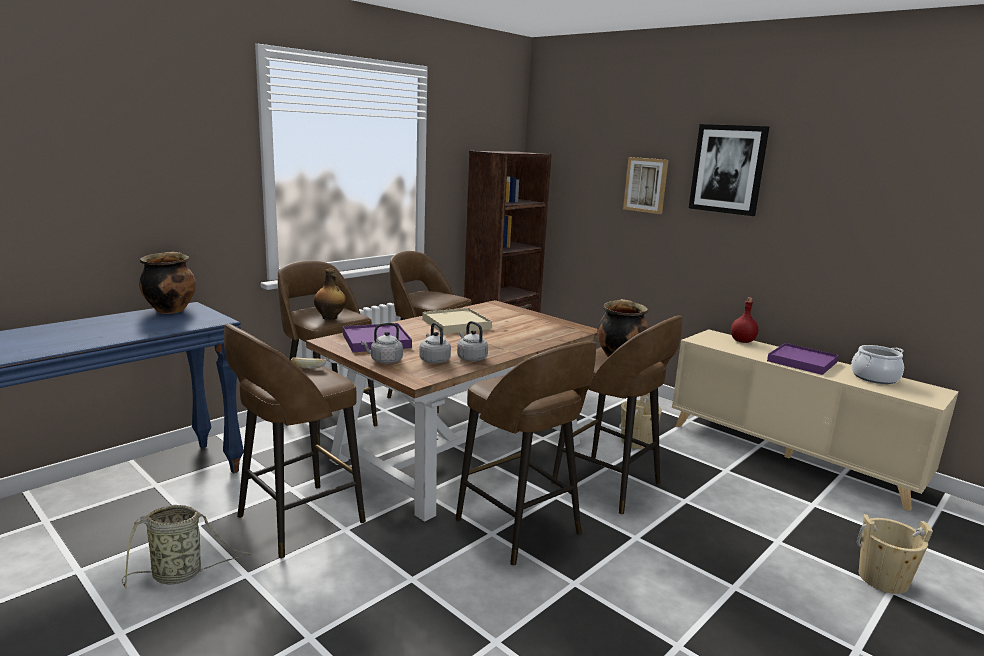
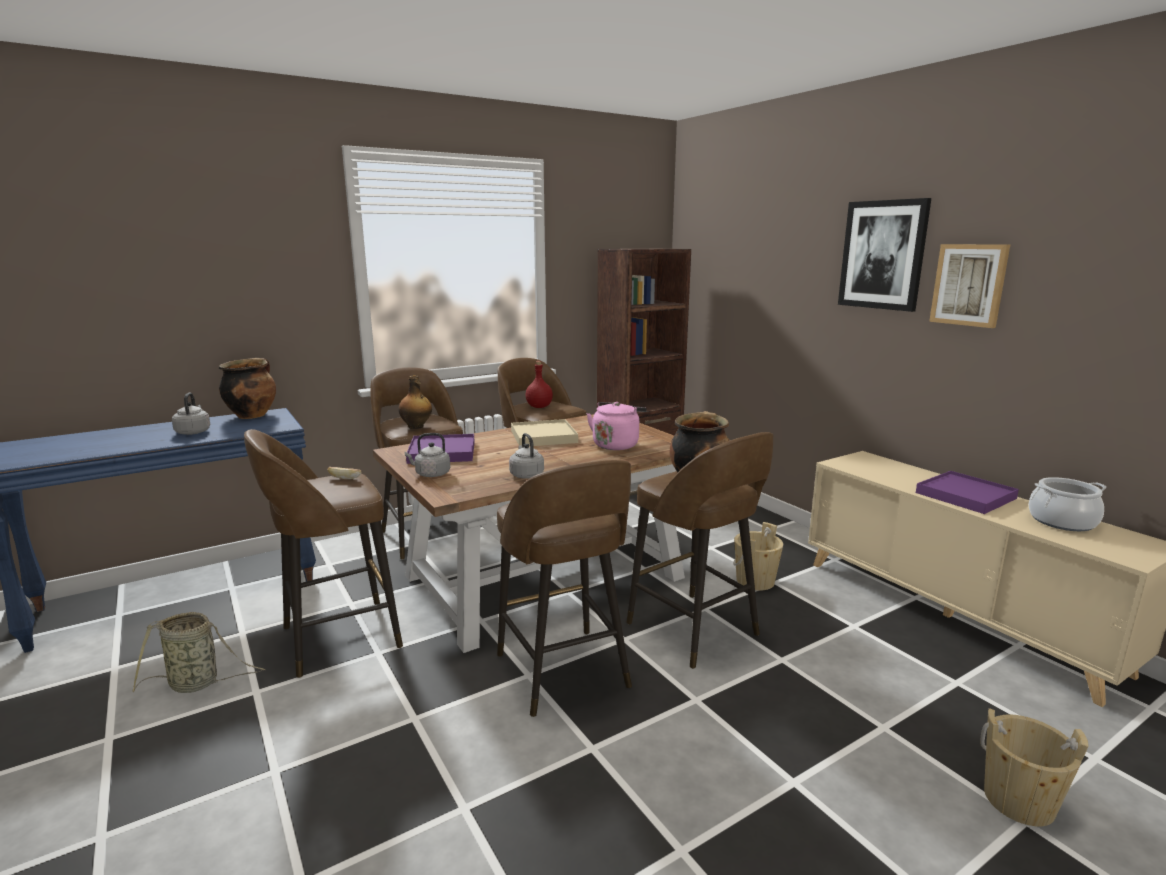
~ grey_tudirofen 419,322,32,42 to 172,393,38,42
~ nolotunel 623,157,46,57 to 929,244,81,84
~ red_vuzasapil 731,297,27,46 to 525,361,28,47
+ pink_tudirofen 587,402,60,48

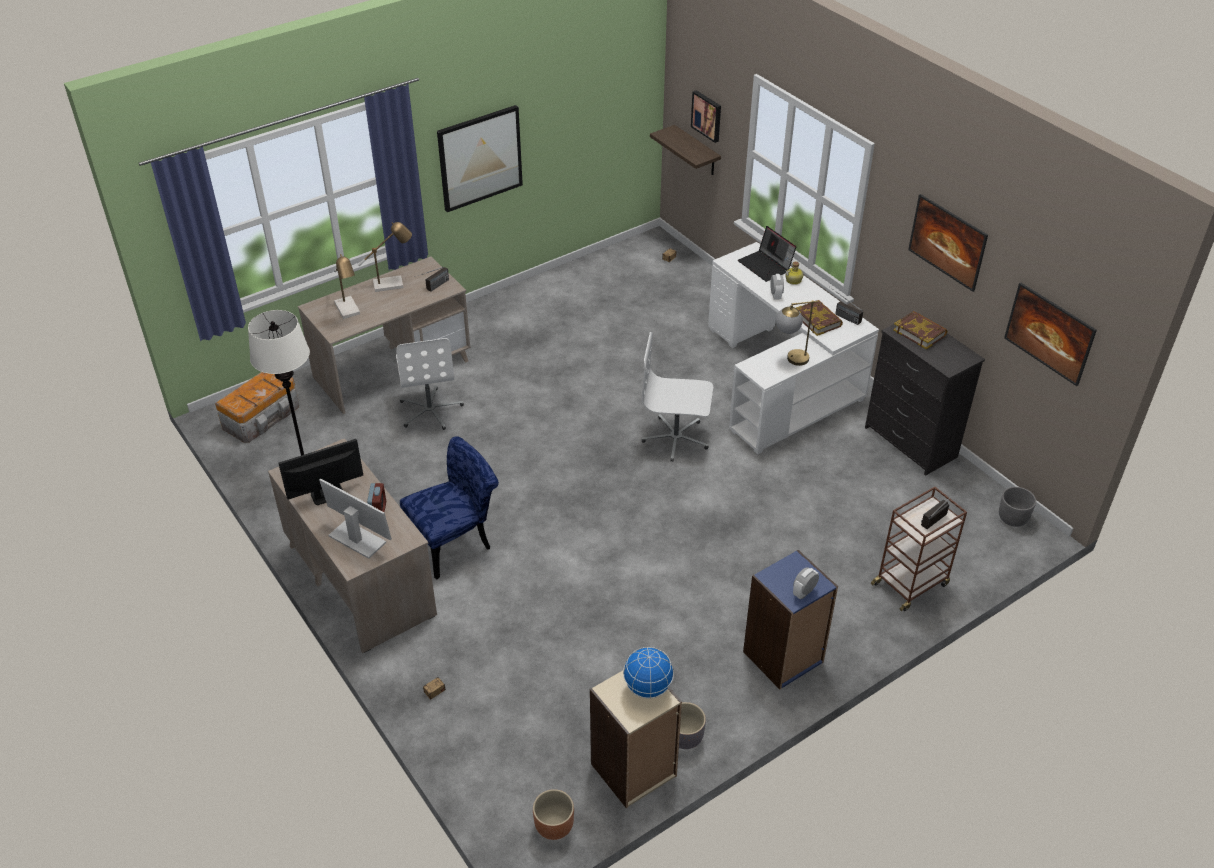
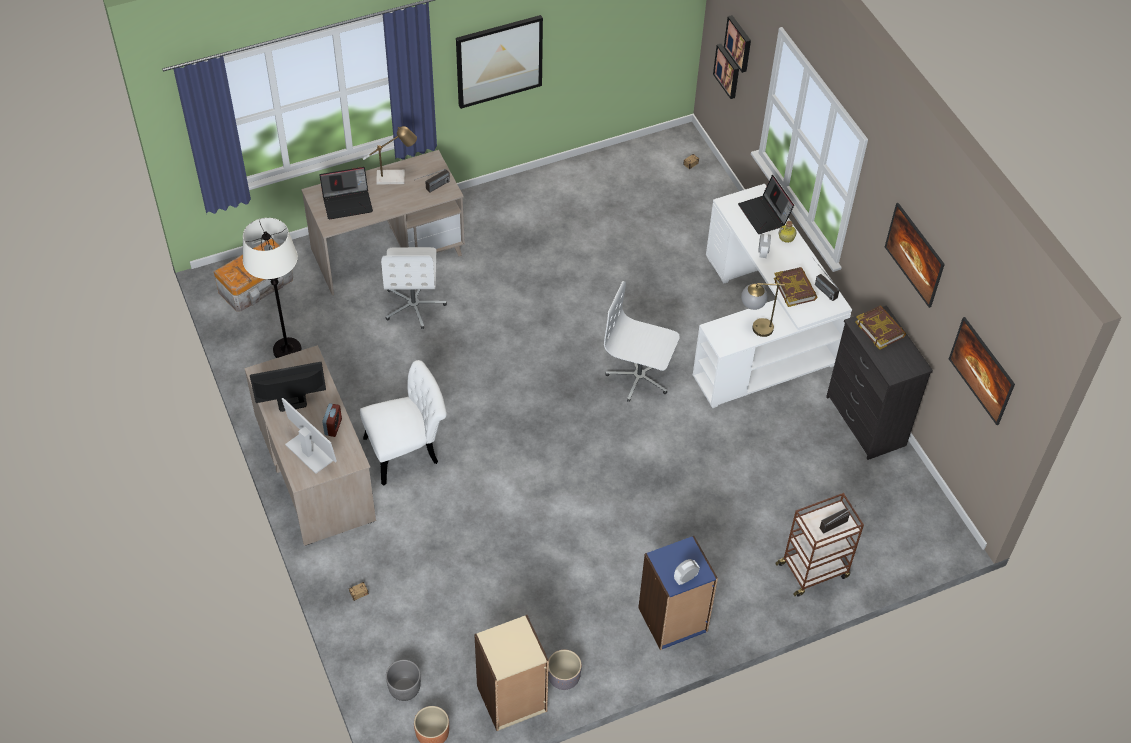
~ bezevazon 334,254,26,65 to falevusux 319,167,54,53
~ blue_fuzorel 400,436,99,144 to white_fuzorel 360,360,87,126
- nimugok 623,647,51,52
~ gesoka 650,125,71,50 to nolotunel 713,44,26,55
~ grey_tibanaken 999,487,37,40 to 386,660,35,41

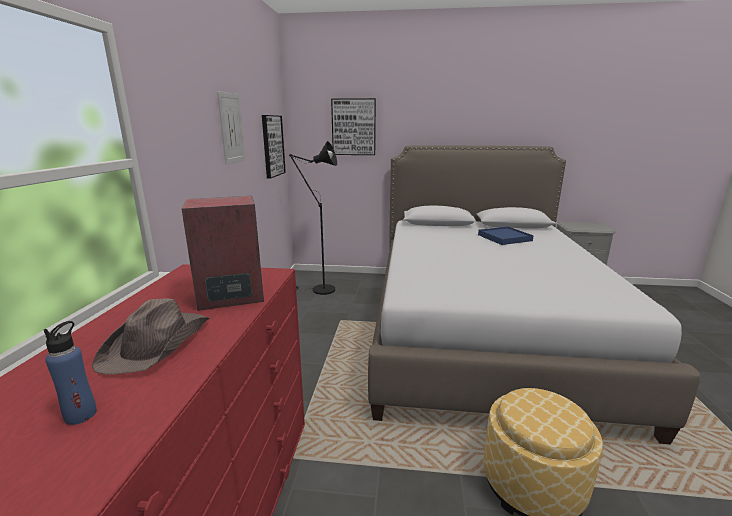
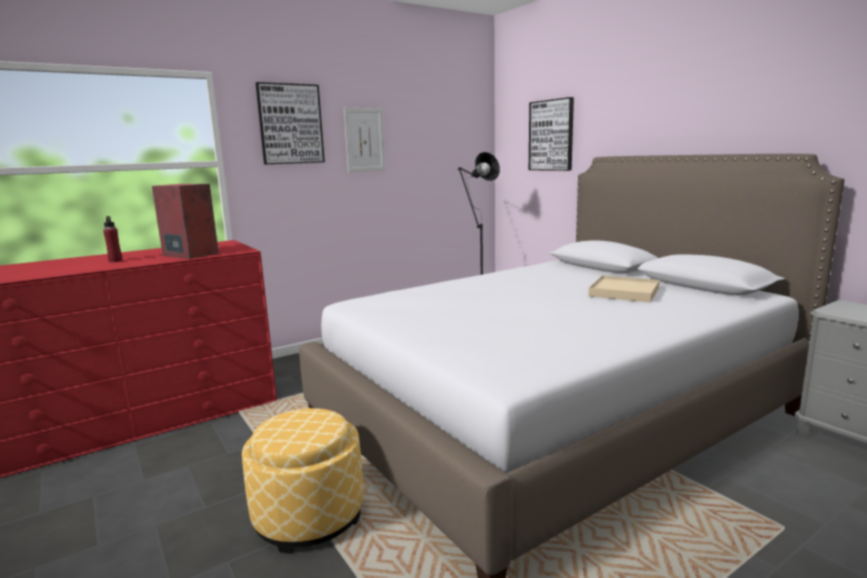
- blue_vuzasapil 44,321,53,104
~ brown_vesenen 92,299,117,76 to red_vuzasapil 103,216,19,46
~ nolotunel 262,115,24,64 to 256,82,69,82
~ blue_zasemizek 478,227,56,18 to beige_zasemizek 588,276,71,27

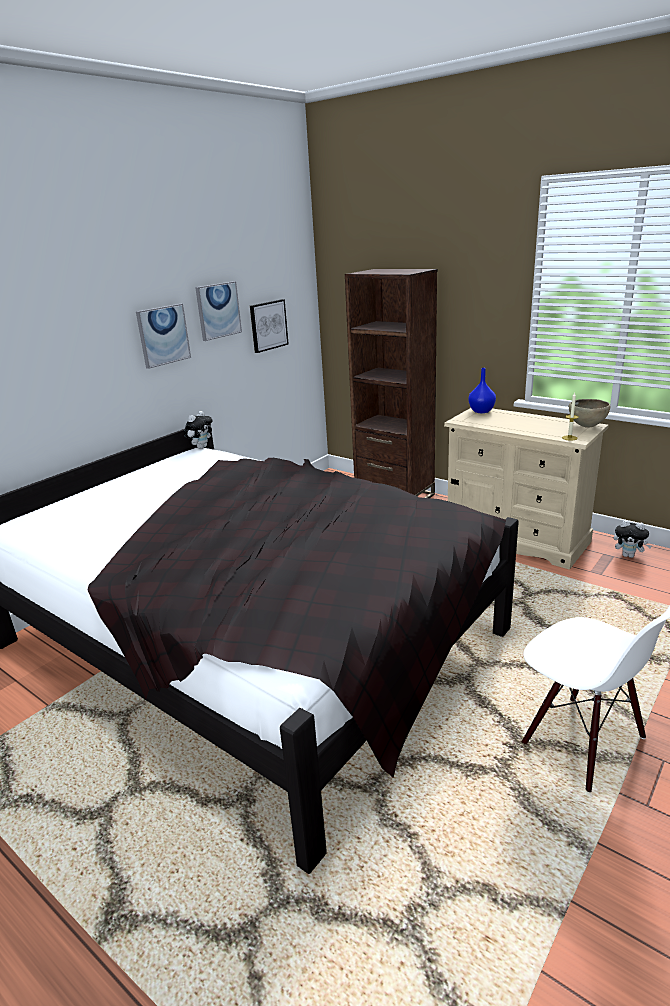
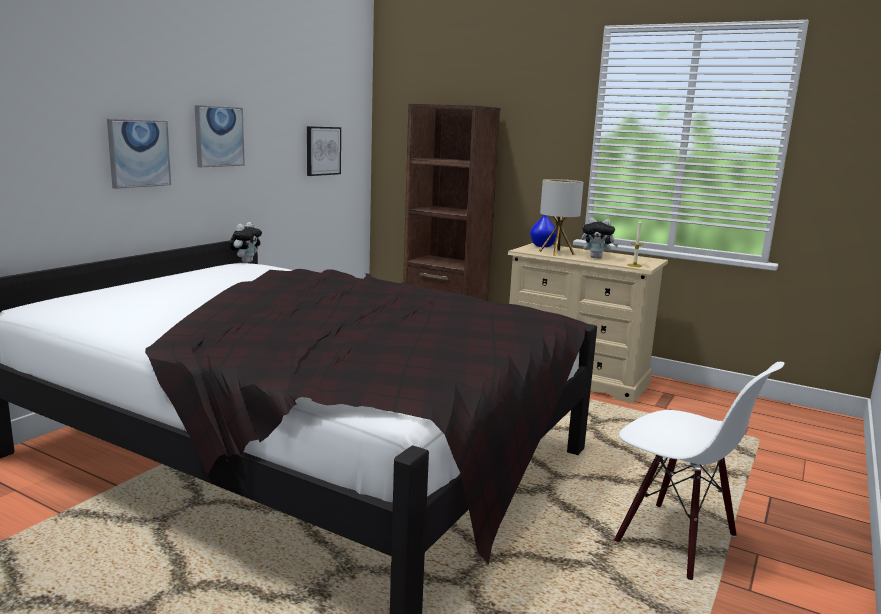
~ nolotunel 195,281,47,60 to 107,119,64,70
- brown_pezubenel 569,399,42,29
~ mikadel 614,520,38,38 to 582,217,36,42
+ bezevazon 539,179,45,77

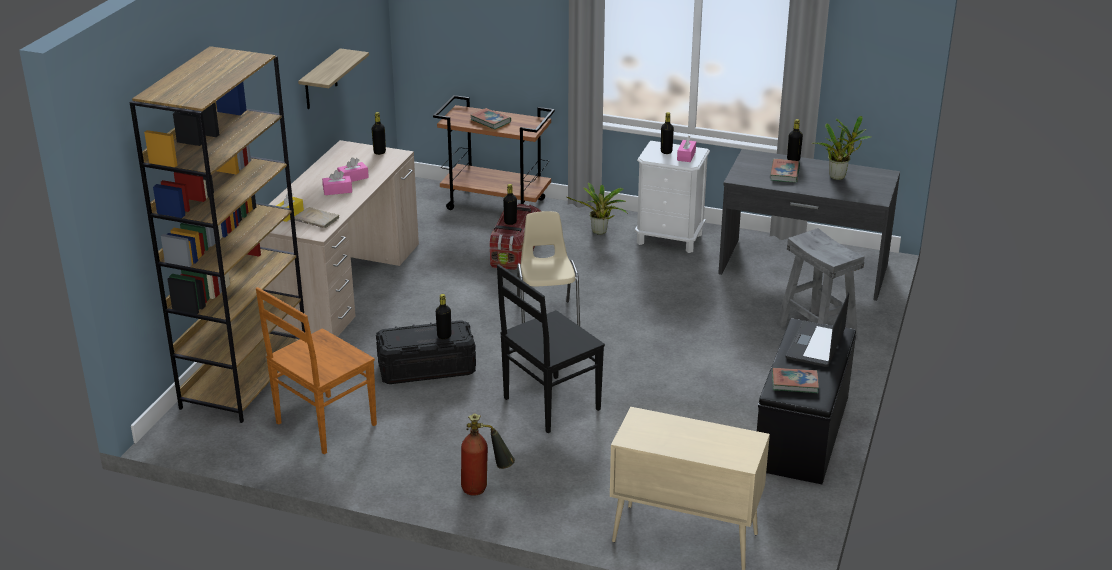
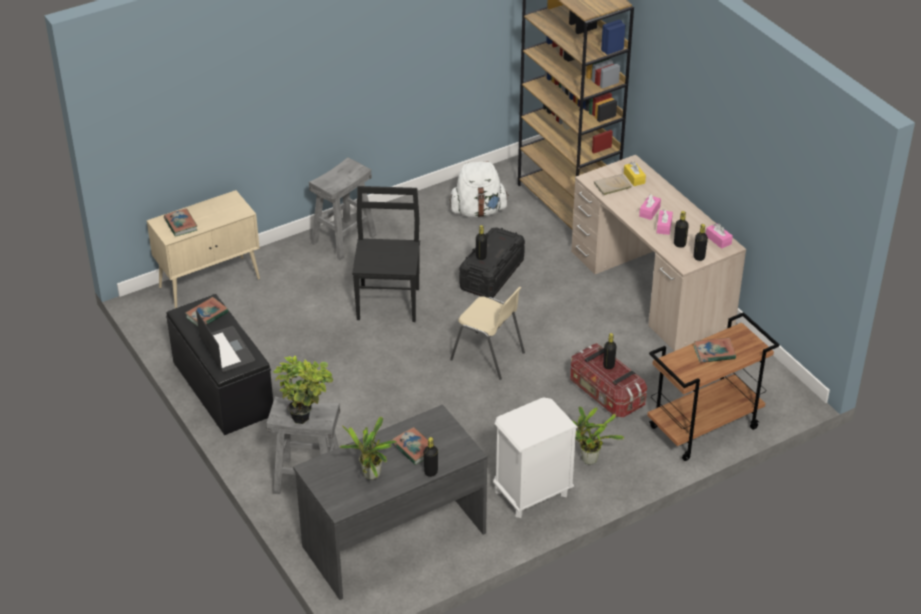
~ brown_fuzorel 256,287,121,167 to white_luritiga 450,161,59,56
- gesoka 298,48,71,61
~ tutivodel 461,413,54,83 to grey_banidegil 309,157,68,103
~ black_vuzasapil 661,112,13,42 to 674,211,15,37
~ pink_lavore 677,136,19,26 to 706,223,27,26
+ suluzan 164,208,33,29
+ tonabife 274,356,59,68

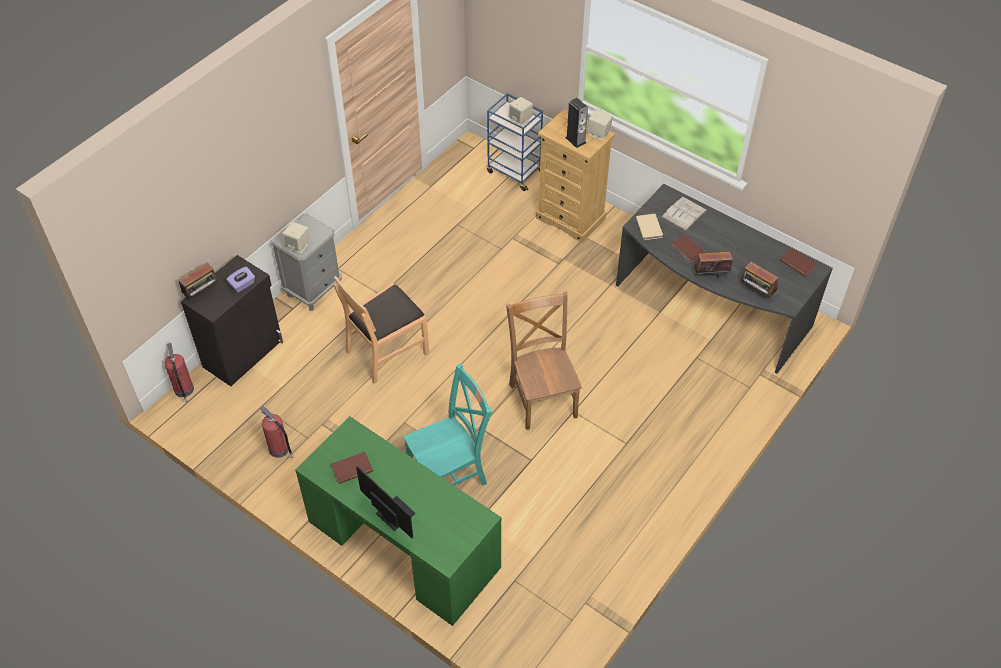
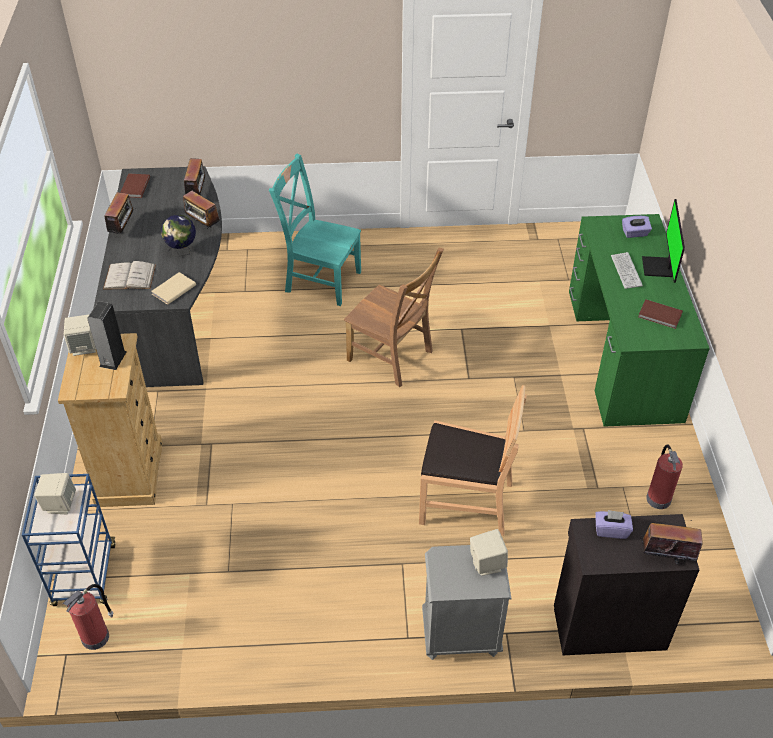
~ tutivodel 164,343,30,60 to 62,584,51,66
~ turquoise_fuzorel 403,363,89,122 to 269,154,92,152
~ brown_fuzorel 506,291,76,139 = 344,247,100,140 90 degrees counterclockwise
~ brown_suluzan 672,235,34,29 to nimugok 161,215,35,41
+ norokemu 104,192,33,46
+ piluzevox 611,252,32,37
+ purple_lavore 622,216,30,22

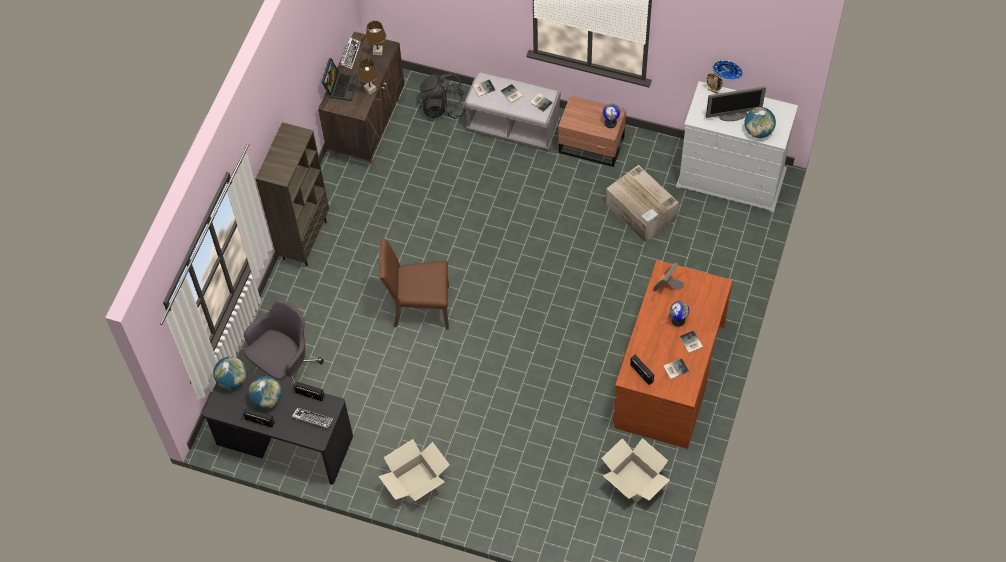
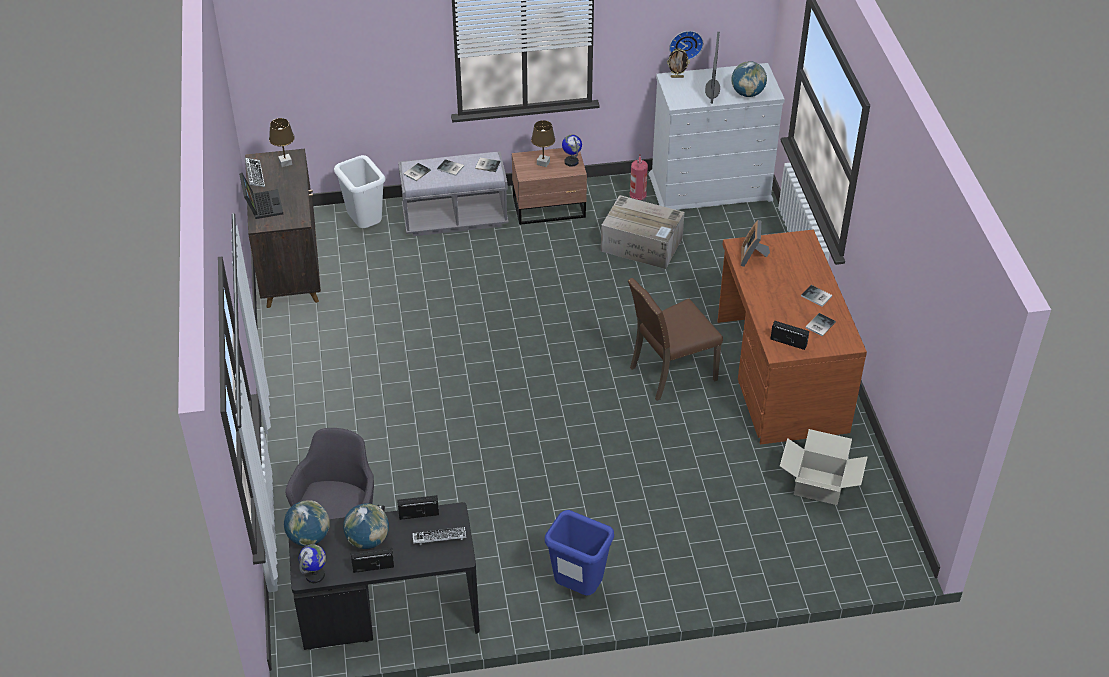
- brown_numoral 256,122,73,144
~ brown_bezevazon 357,59,21,35 to 531,120,24,47
~ brown_fuzorel 379,238,70,91 to 628,278,95,123
~ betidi 379,439,71,65 to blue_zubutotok 545,510,69,86
~ black_luritiga 419,73,47,46 to white_zubutotok 334,155,51,73
~ nimugok 668,301,21,25 to 299,544,27,39
~ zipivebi 706,86,60,35 = 705,32,15,71 45 degrees counterclockwise
+ tutivodel 630,154,18,48

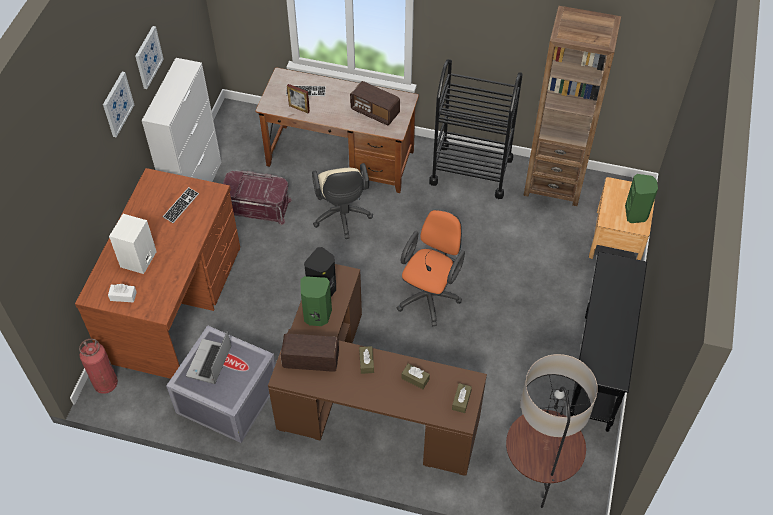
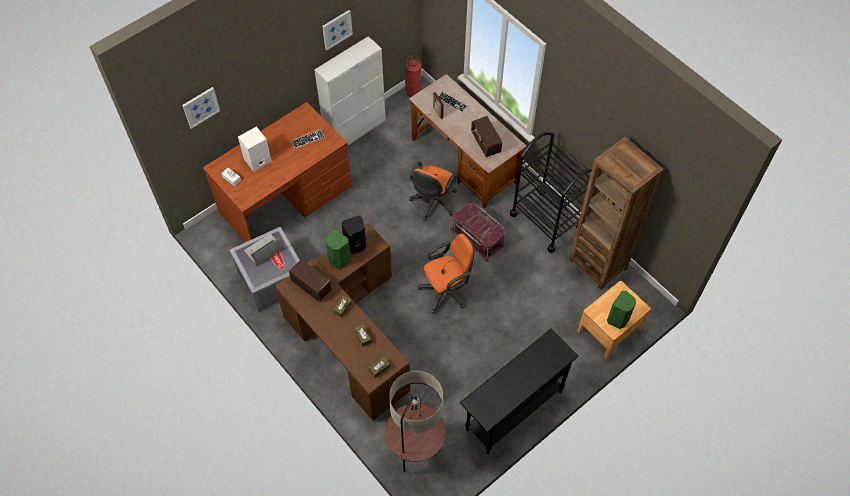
~ tutivodel 79,339,39,55 to 405,55,16,42
~ nolotunel 103,72,31,65 to 182,87,38,42
~ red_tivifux 223,171,69,54 to 451,203,54,58
~ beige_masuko 312,163,61,76 to orange_masuko 409,161,48,60

